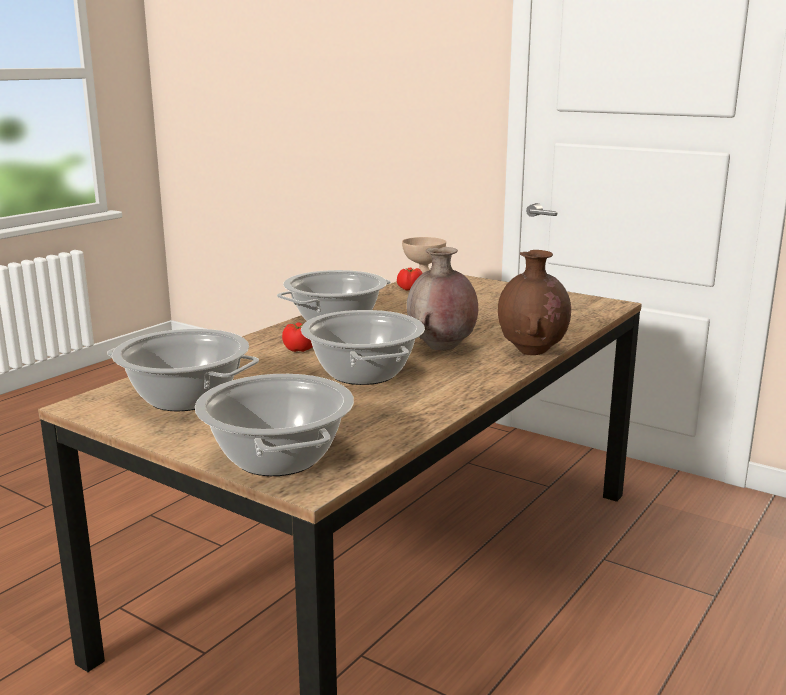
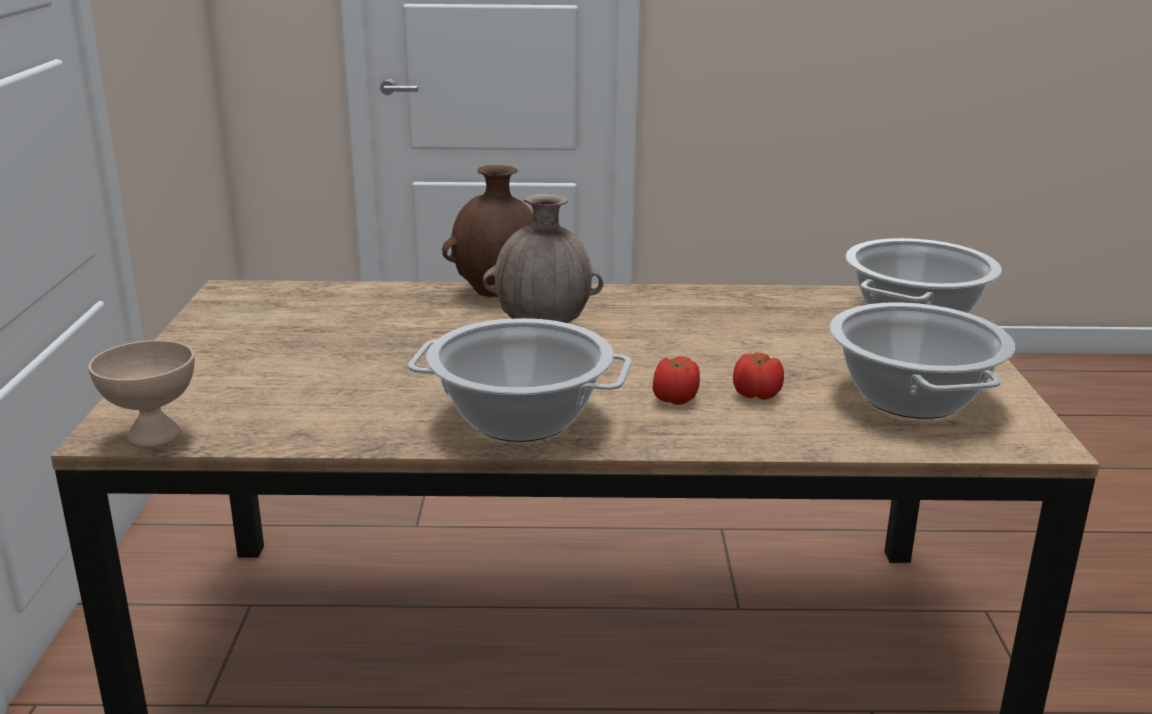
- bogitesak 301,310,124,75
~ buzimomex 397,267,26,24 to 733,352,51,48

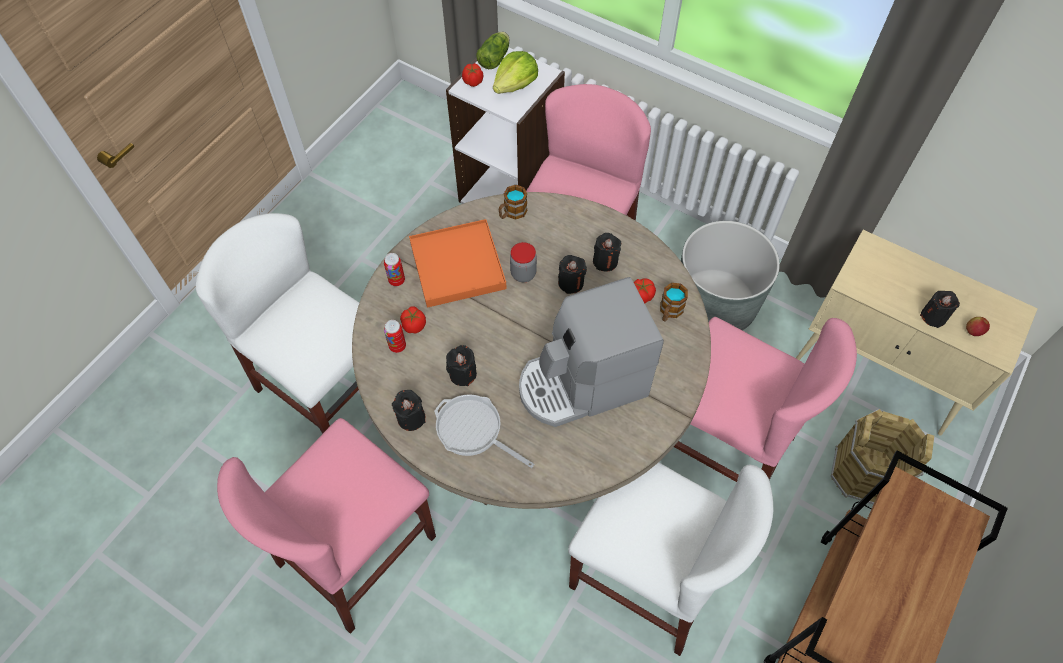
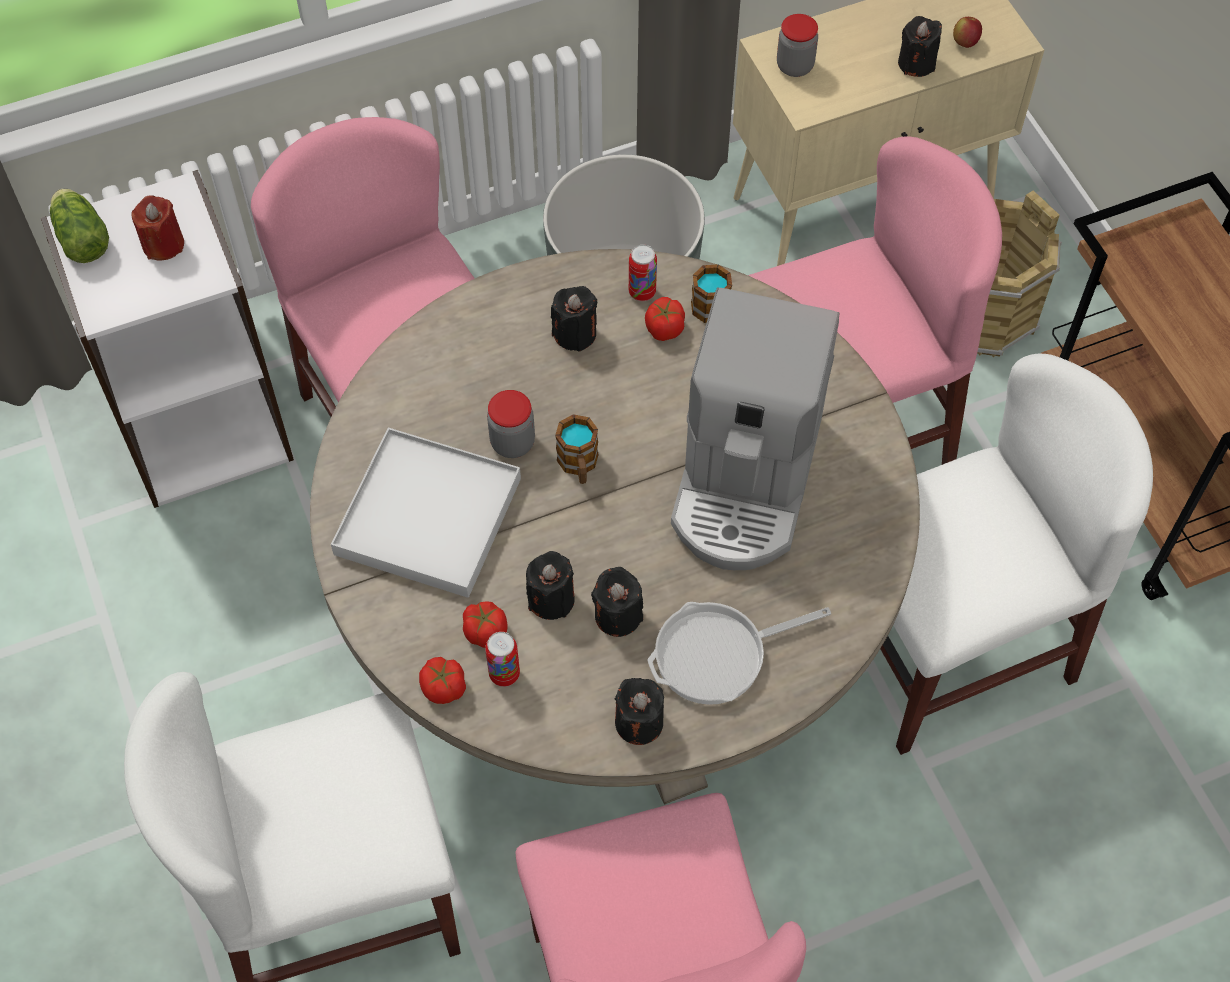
~ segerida 384,253,21,33 to 629,244,28,57
~ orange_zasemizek 409,219,98,89 to white_zasemizek 331,428,190,170
~ buzimomex 462,63,21,24 to 419,657,47,47
~ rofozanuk 493,51,45,43 to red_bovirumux 132,195,52,65
~ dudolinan 499,185,28,35 to 555,414,44,70
~ black_bovirumux 558,255,29,39 to 526,551,49,69
+ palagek 777,14,41,63

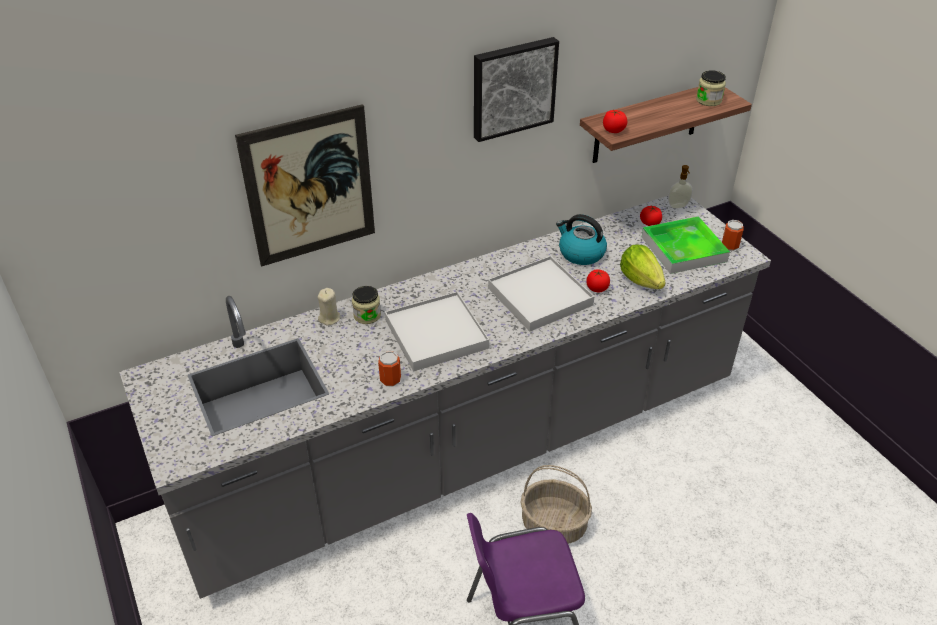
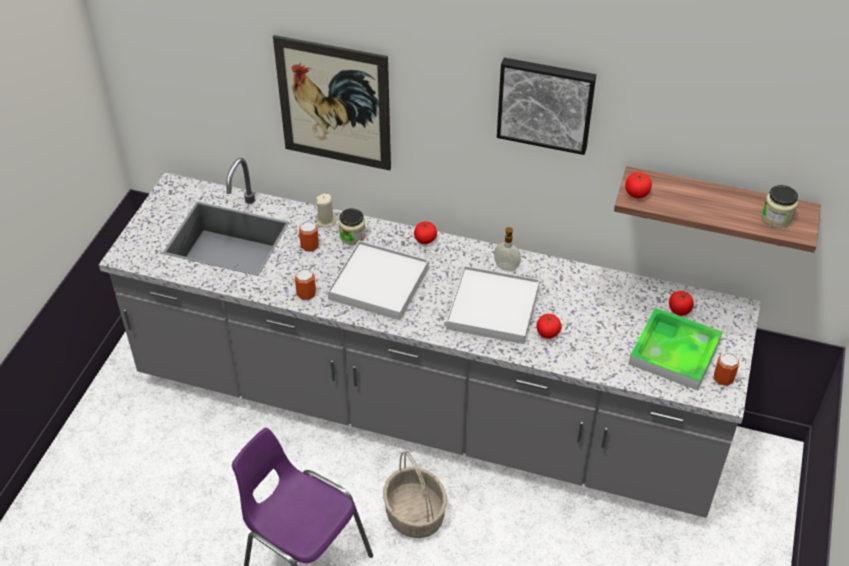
- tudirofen 556,214,51,51
- rofozanuk 620,245,46,44
~ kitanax 668,165,25,44 to 494,227,27,45
+ segerida 299,221,20,31
+ buzimomex 414,221,23,23

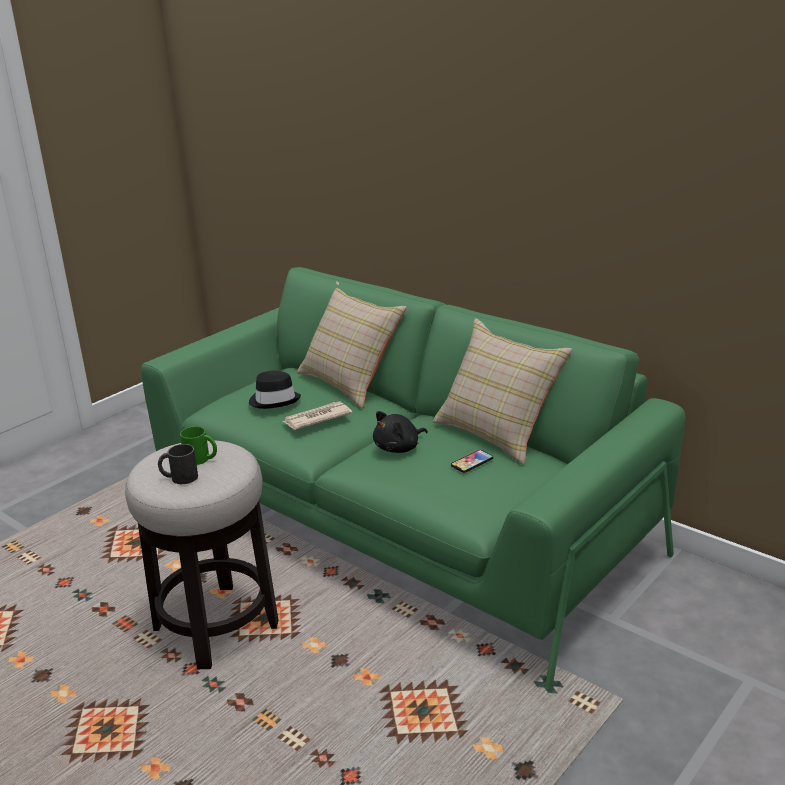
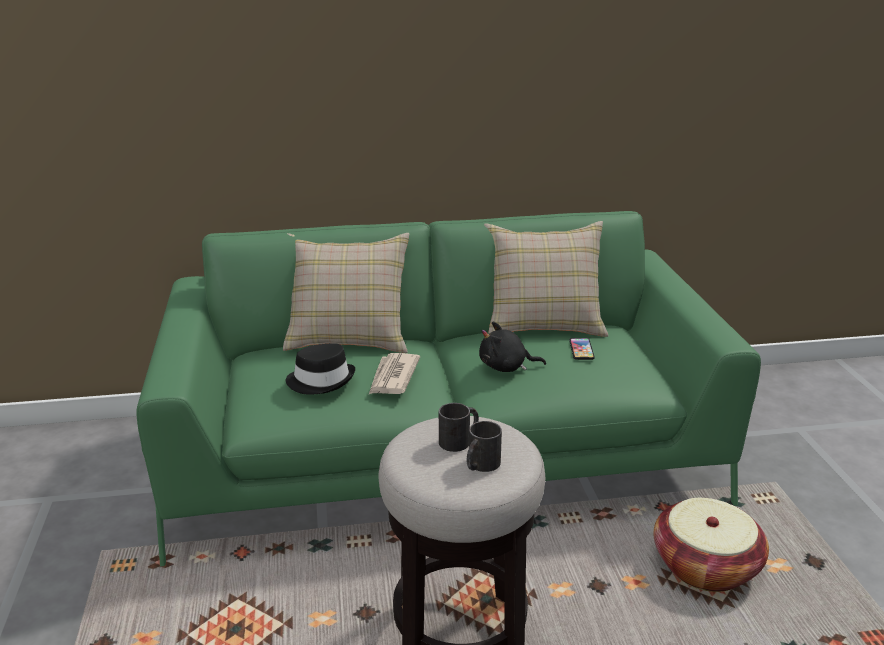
~ green_dudolinan 180,426,37,39 to black_dudolinan 439,403,40,49
~ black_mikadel 373,411,55,42 = 479,322,67,50 90 degrees clockwise
+ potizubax 654,498,115,94

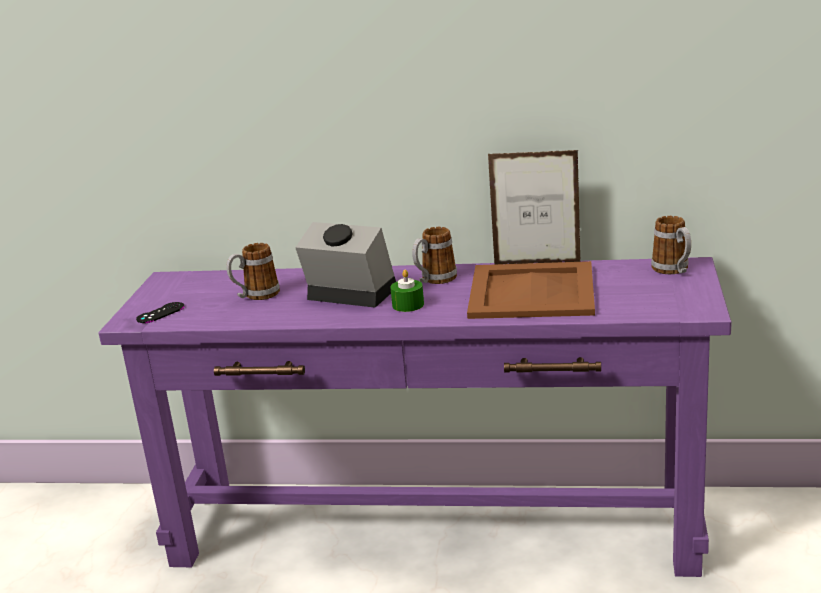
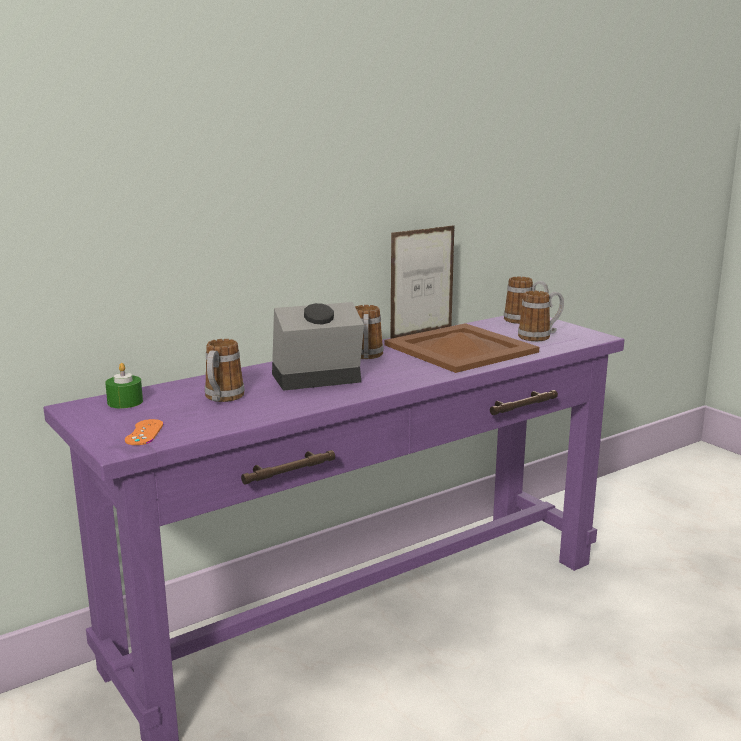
~ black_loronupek 136,302,48,21 to orange_loronupek 125,419,39,26
~ green_bovirumux 390,270,34,42 to 105,363,38,45
+ dudolinan 518,291,46,50

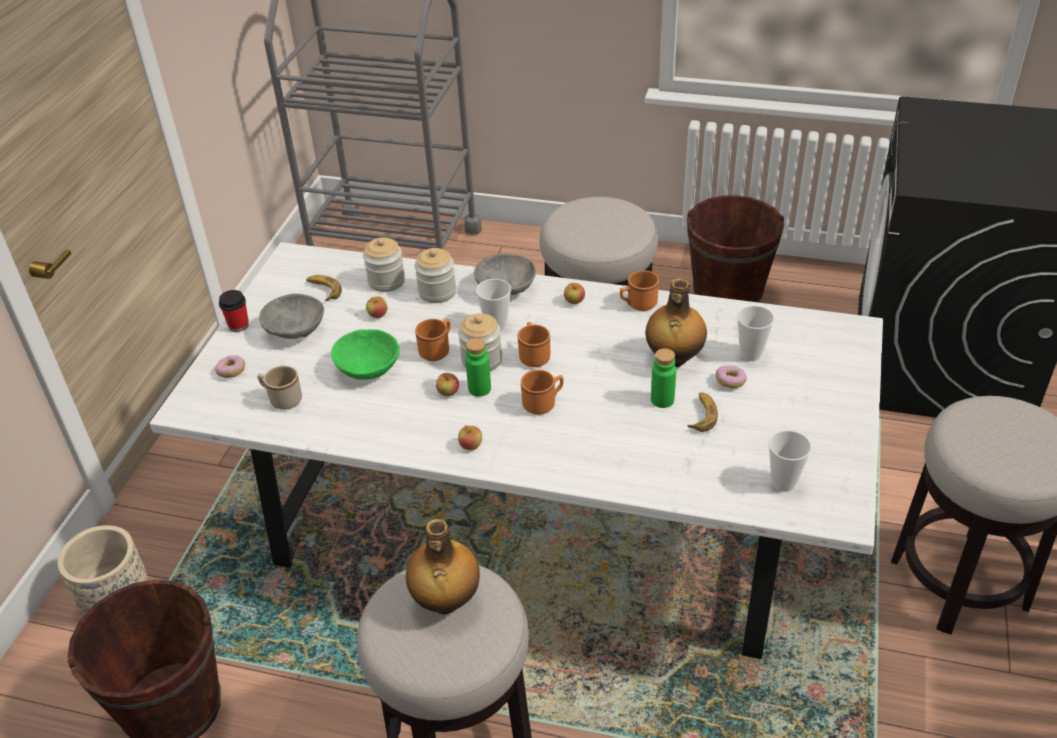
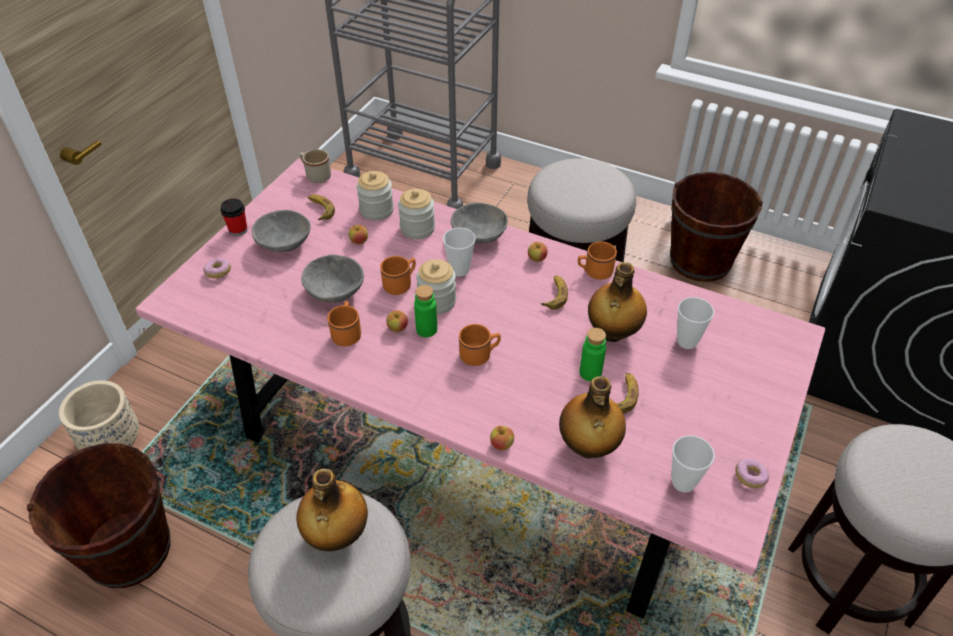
~ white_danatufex 150,242,733,417 to pink_danatufex 135,158,690,461
~ beige_dudolinan 257,366,45,44 to 300,149,31,34
~ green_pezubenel 331,329,69,51 to grey_pezubenel 301,255,63,48
~ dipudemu 458,425,24,25 to 490,426,24,24
~ orange_dudolinan 518,322,32,45 to 327,301,34,45
~ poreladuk 716,365,31,23 to 735,459,34,29
+ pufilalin 541,276,27,34
+ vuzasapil 559,376,67,83

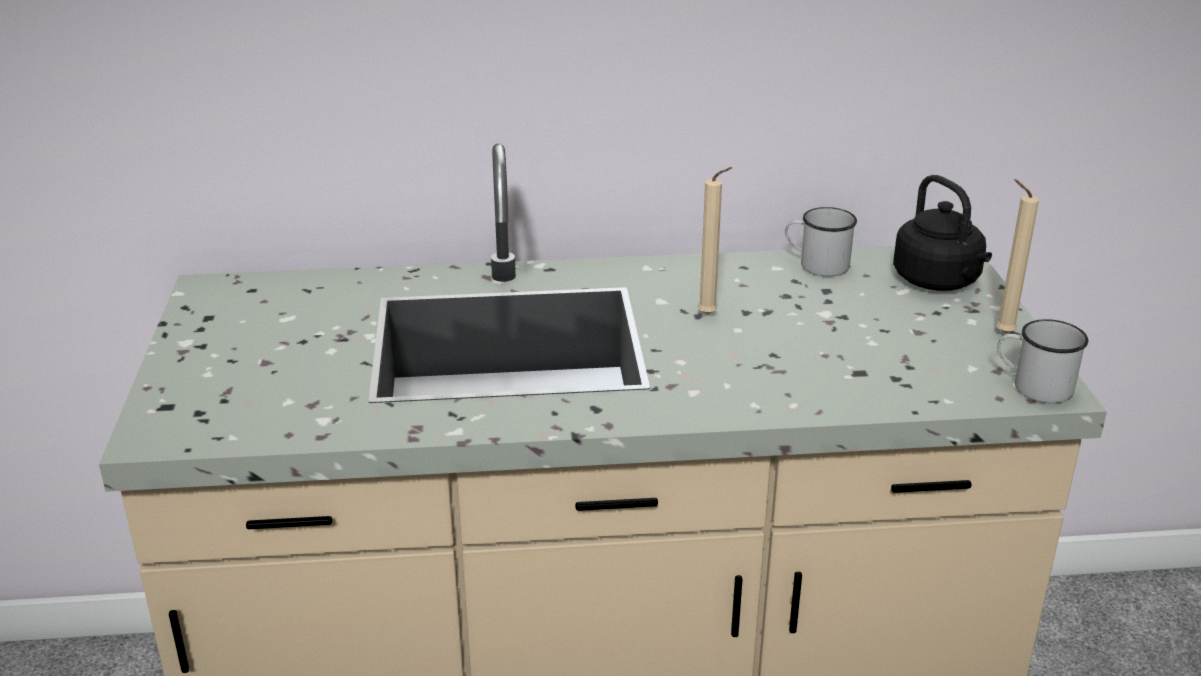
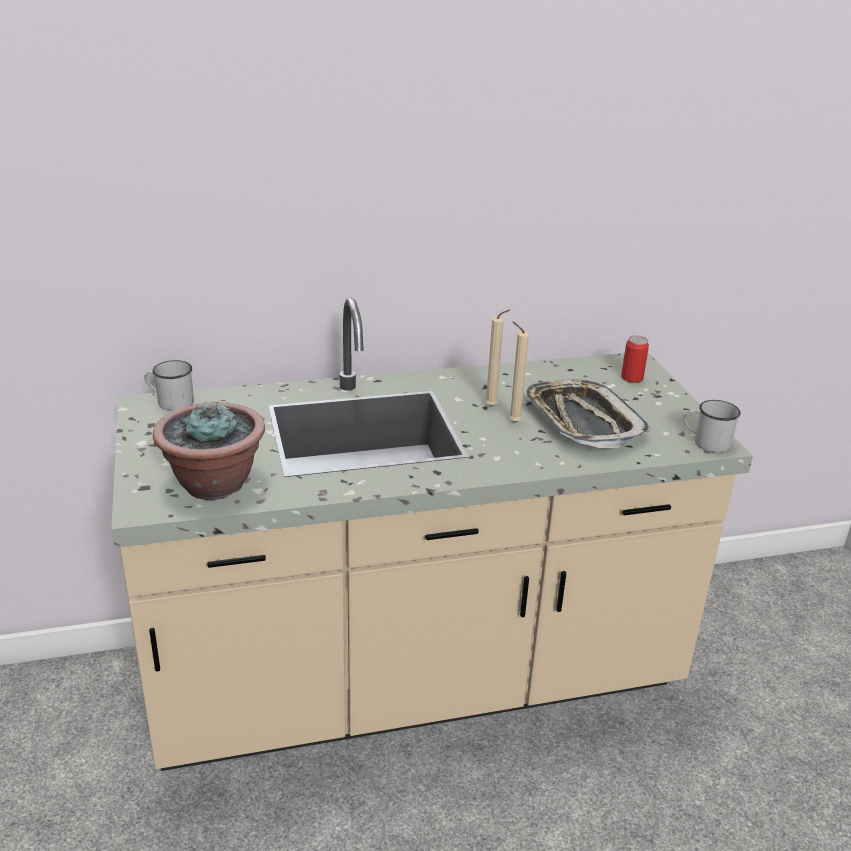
~ white_dudolinan 785,207,72,69 to 144,360,50,51
~ black_tudirofen 893,175,99,116 to segerida 621,336,28,47
~ beige_bovirumux 996,179,43,155 to 509,322,20,101
+ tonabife 153,401,112,99
+ zasemizek 524,379,127,69

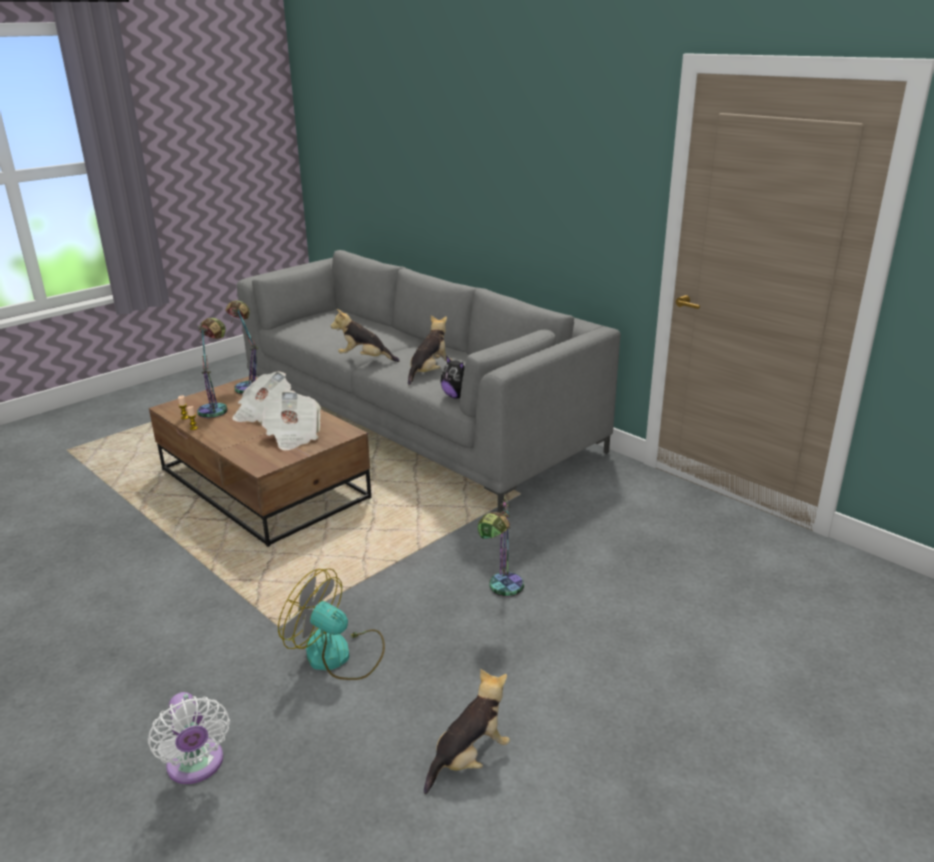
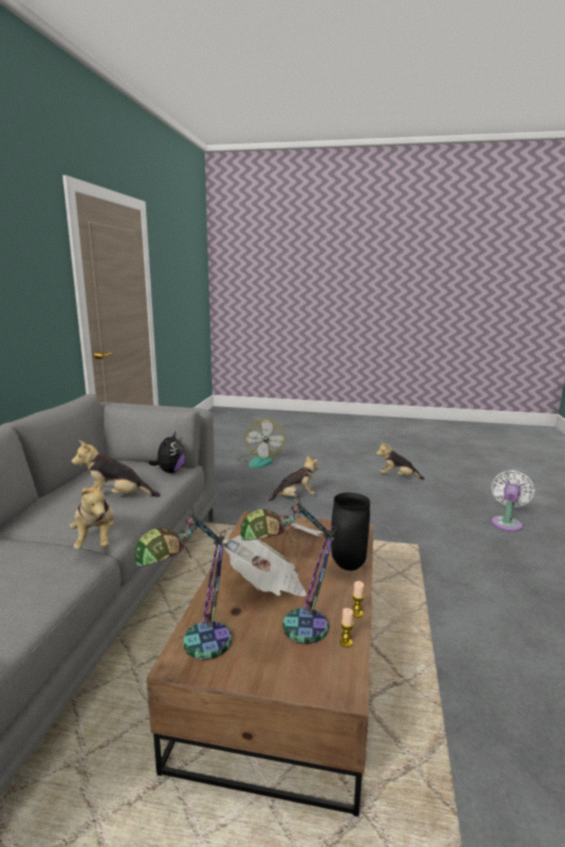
~ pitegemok 278,568,107,112 to 237,419,48,49
~ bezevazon 478,495,46,102 to mikadel 268,455,50,47
+ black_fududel 331,493,39,78

